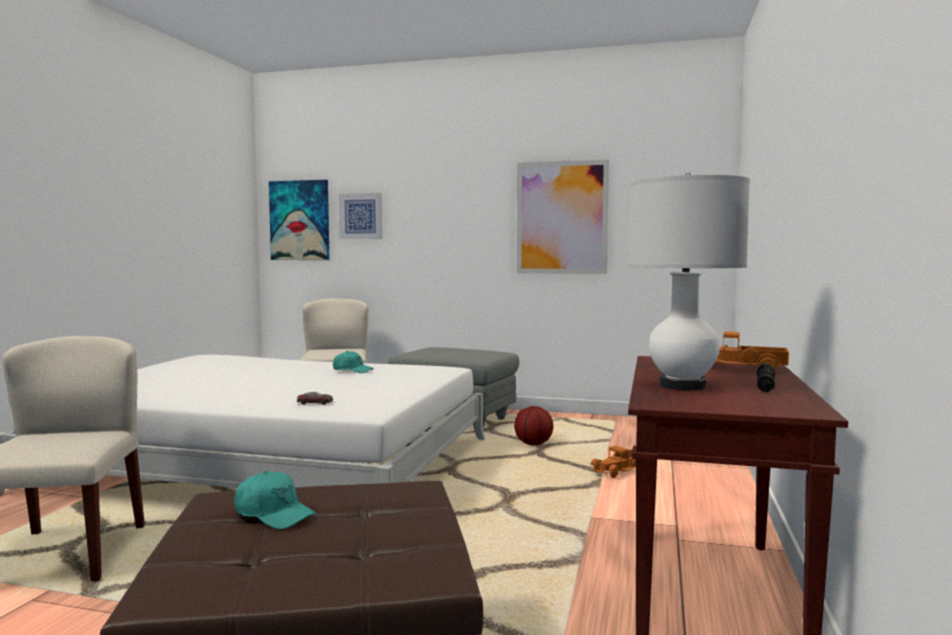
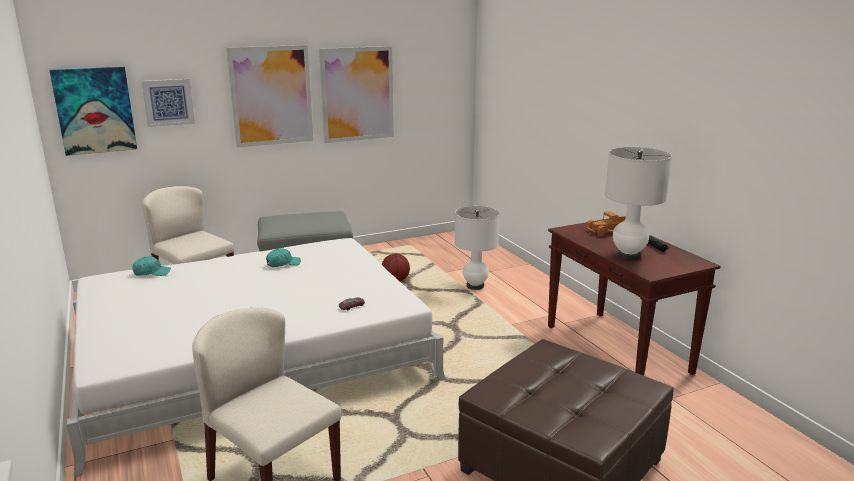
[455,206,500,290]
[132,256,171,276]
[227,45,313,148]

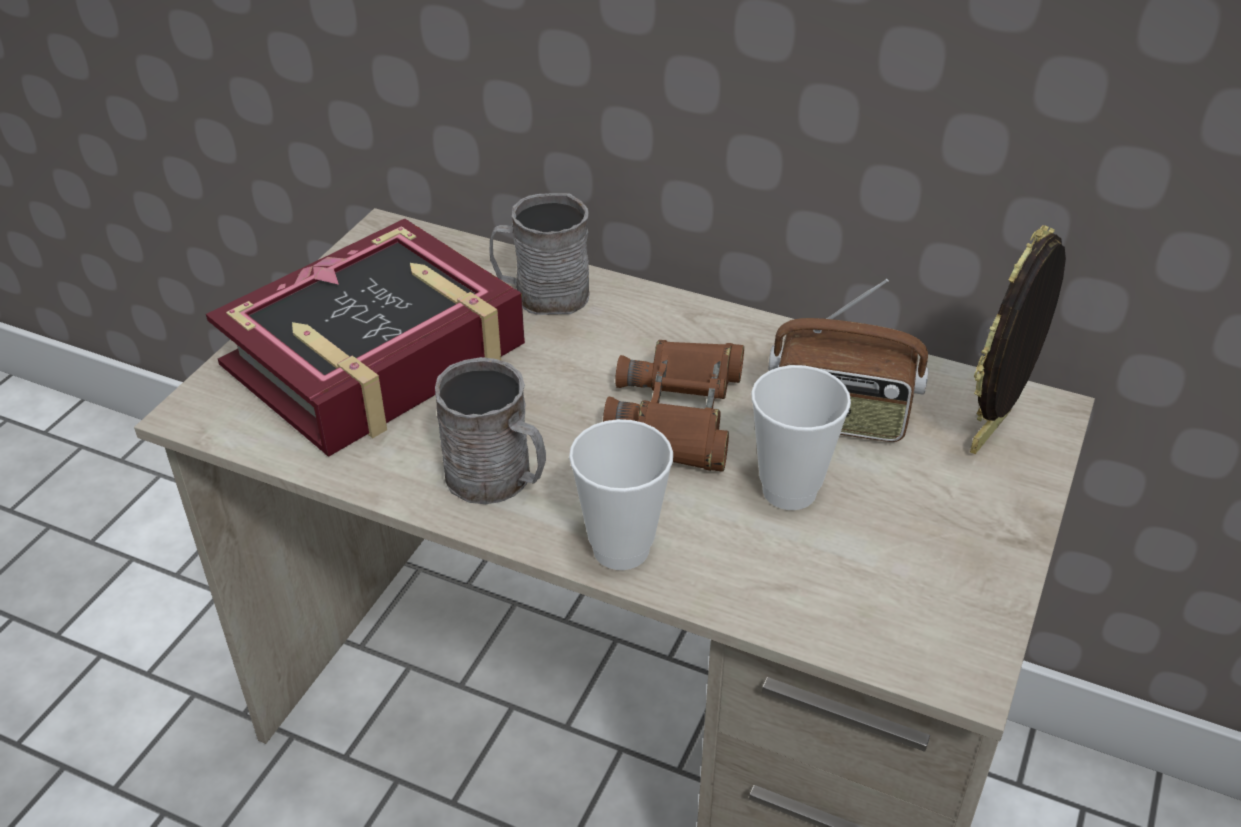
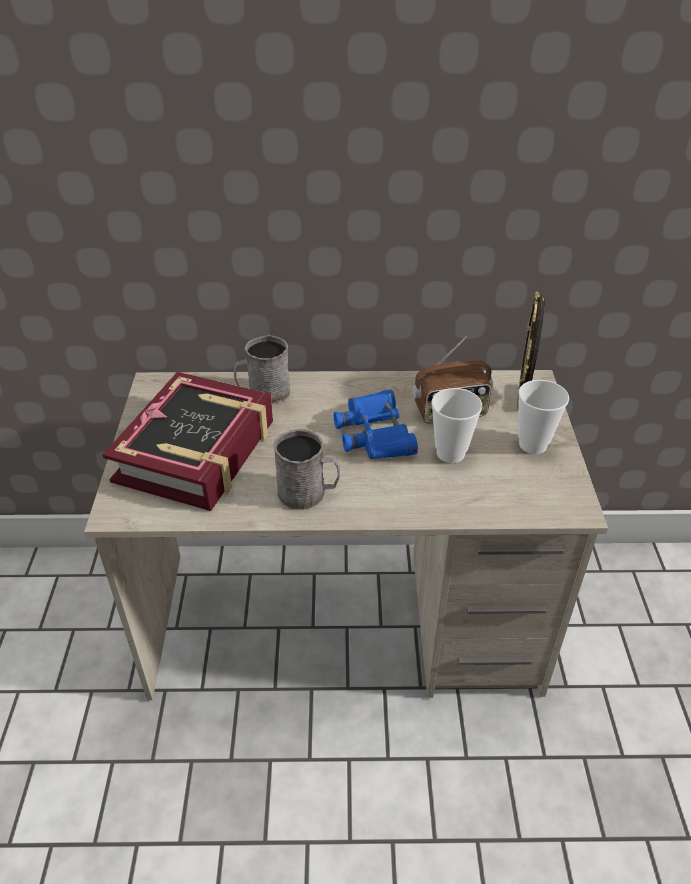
[334,390,418,459]
[518,380,569,454]

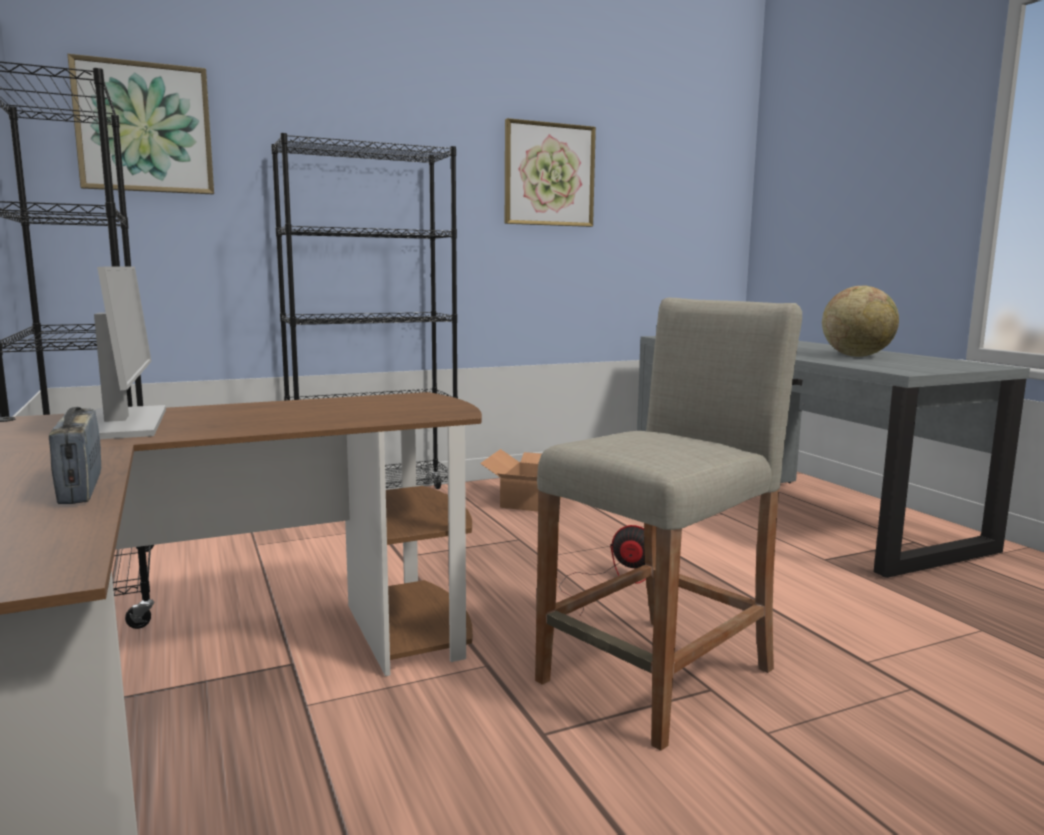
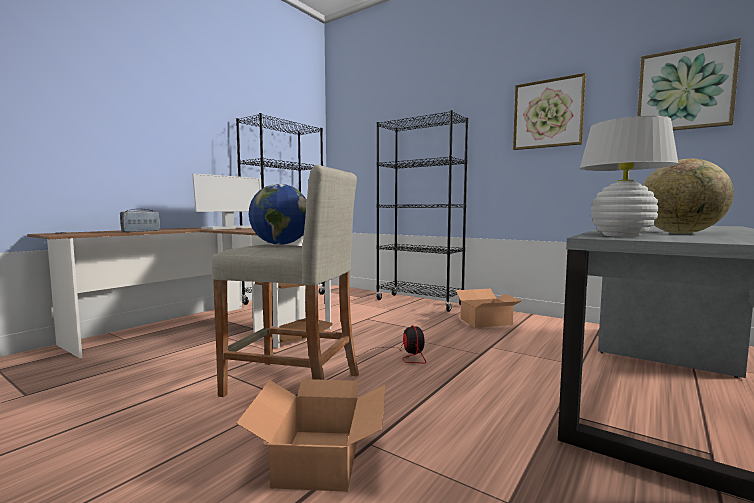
[637,38,741,131]
[579,116,679,237]
[249,184,307,245]
[236,379,386,492]

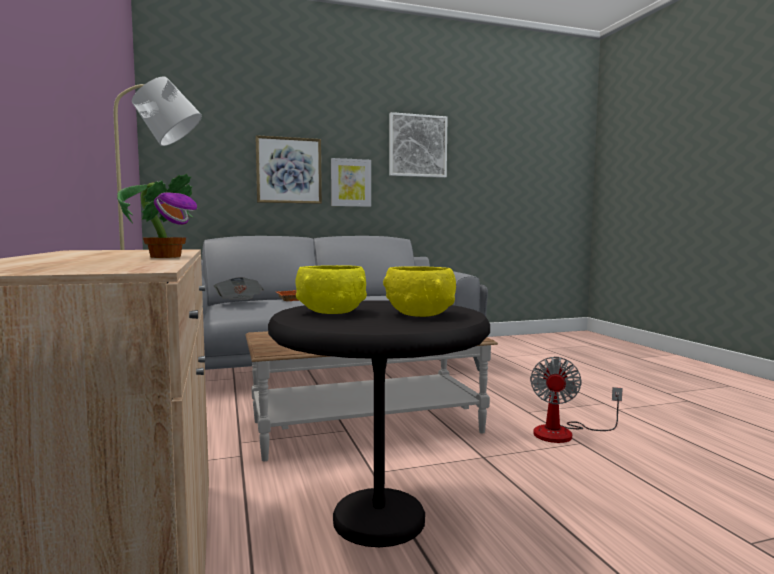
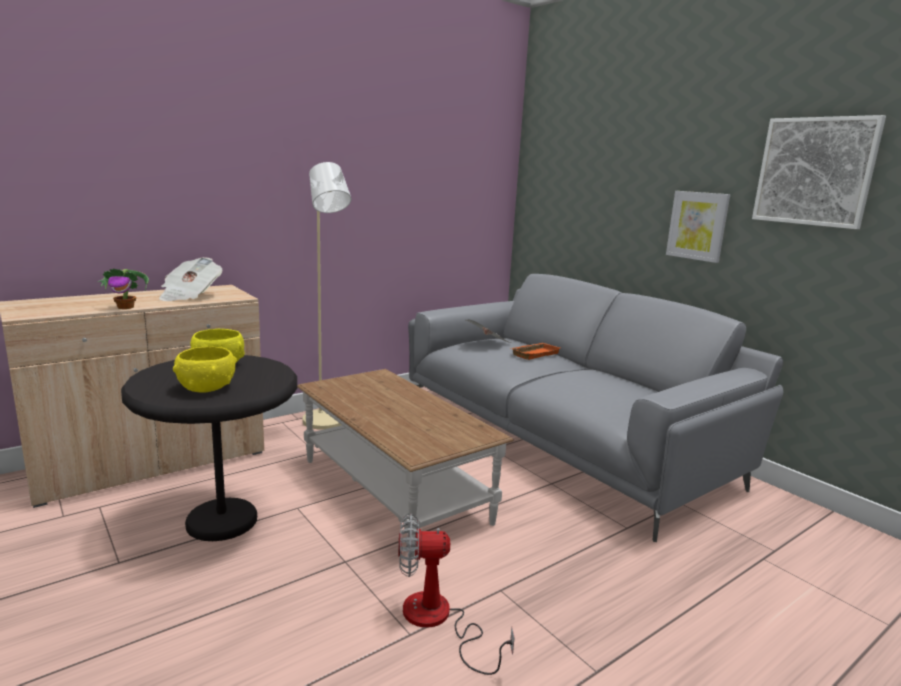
[255,135,322,204] (first image)
[159,257,222,301]

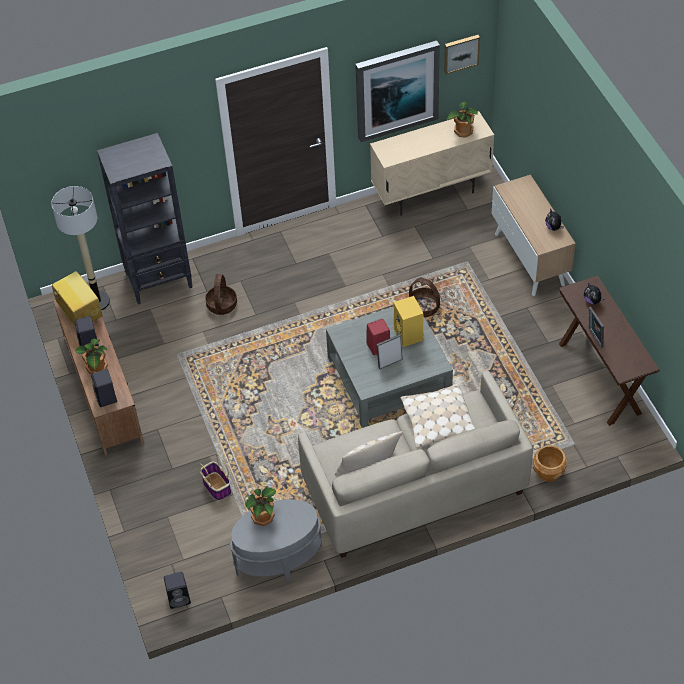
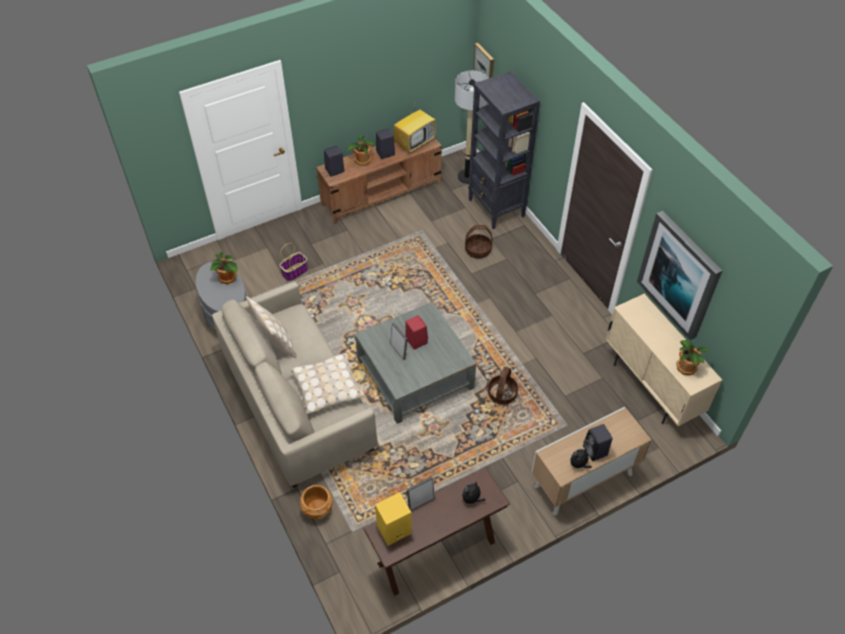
[473,43,494,78]
[375,492,412,546]
[583,424,613,461]

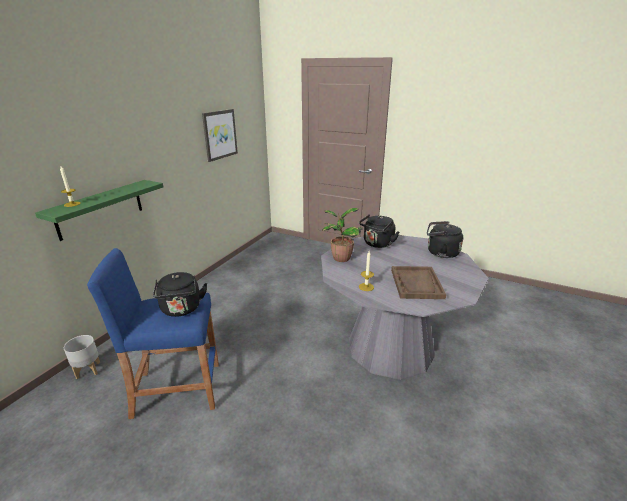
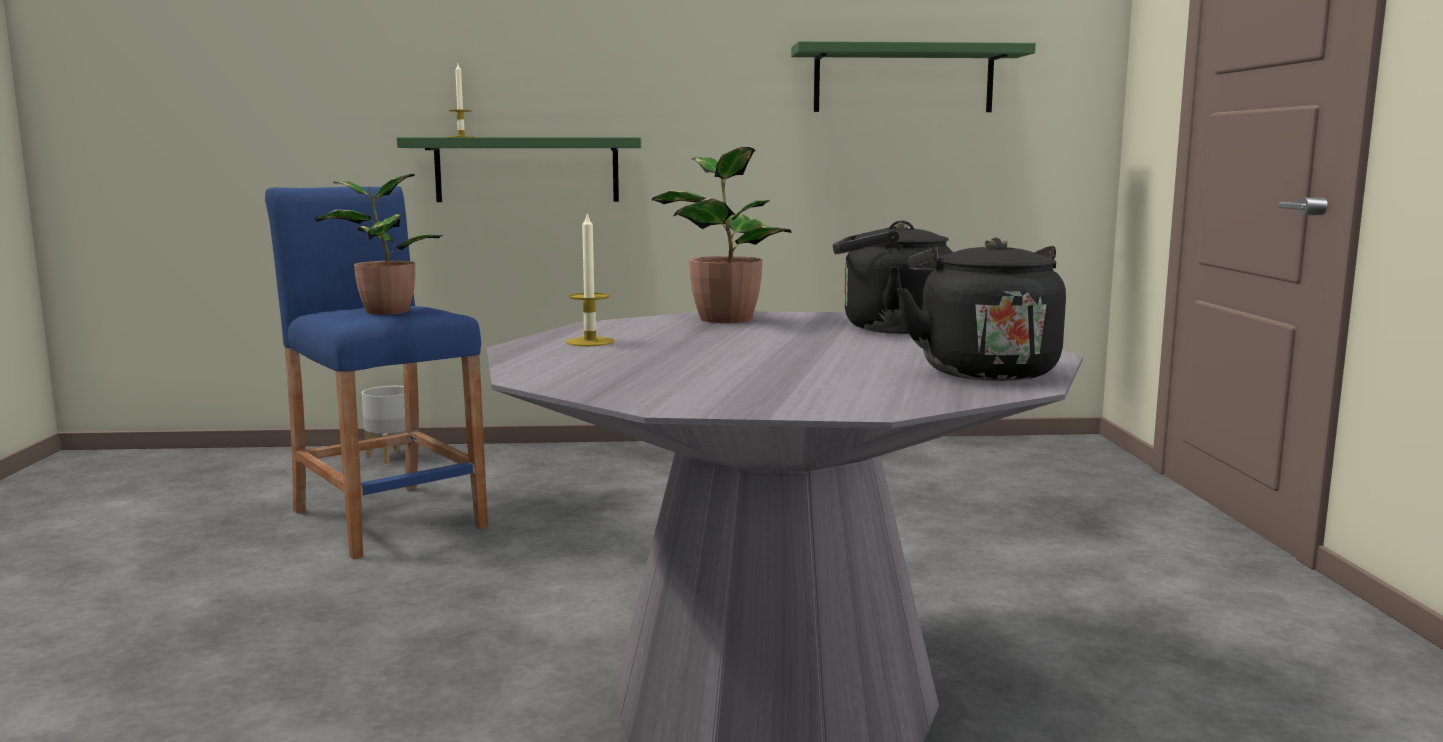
[791,41,1036,112]
[391,266,446,299] (first image)
[314,174,443,315]

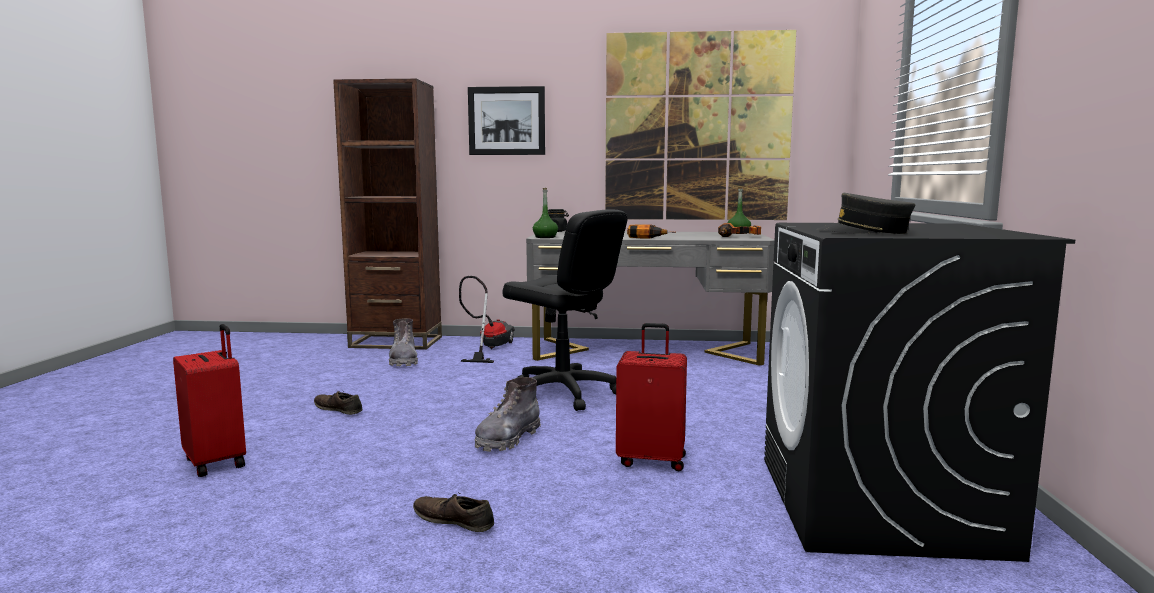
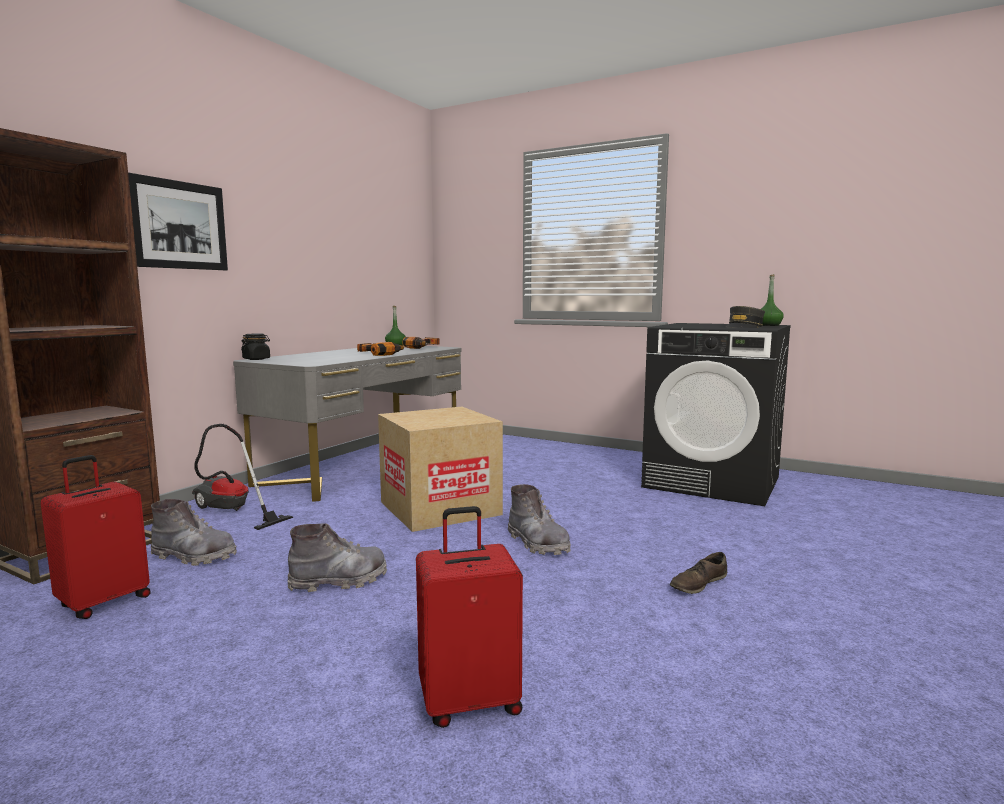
[605,30,796,220] (first image)
[761,274,784,326]
[378,407,503,532]
[41,455,151,619]
[314,390,363,415] (first image)
[287,524,387,592]

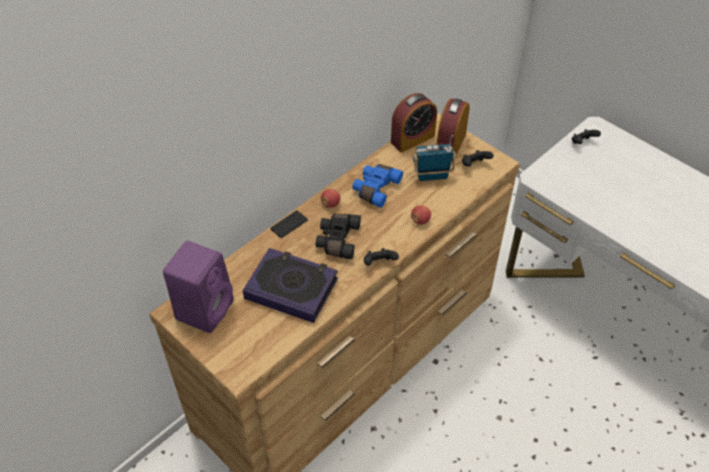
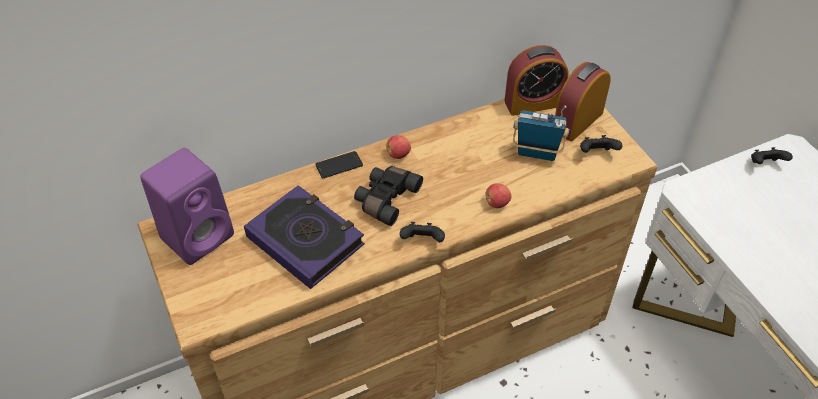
[352,164,403,208] (first image)

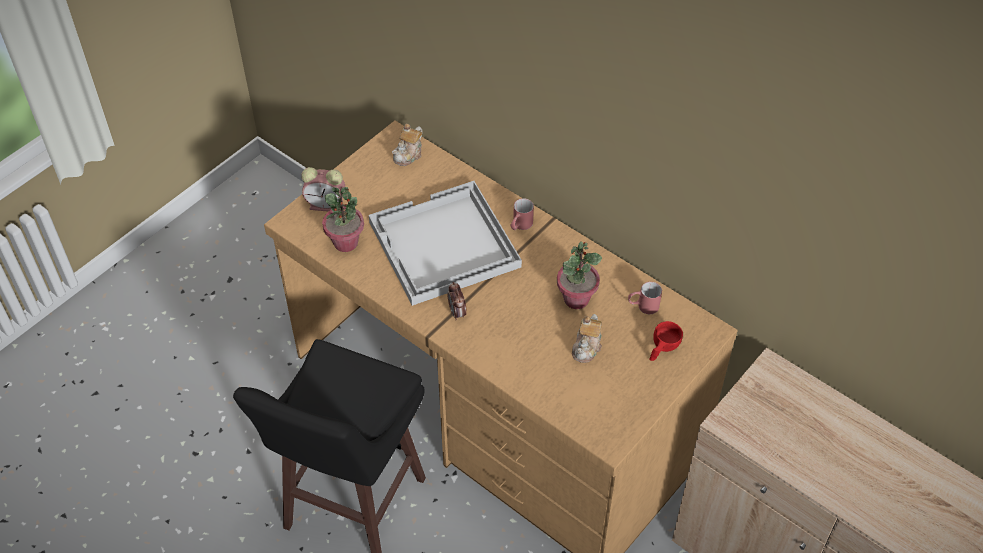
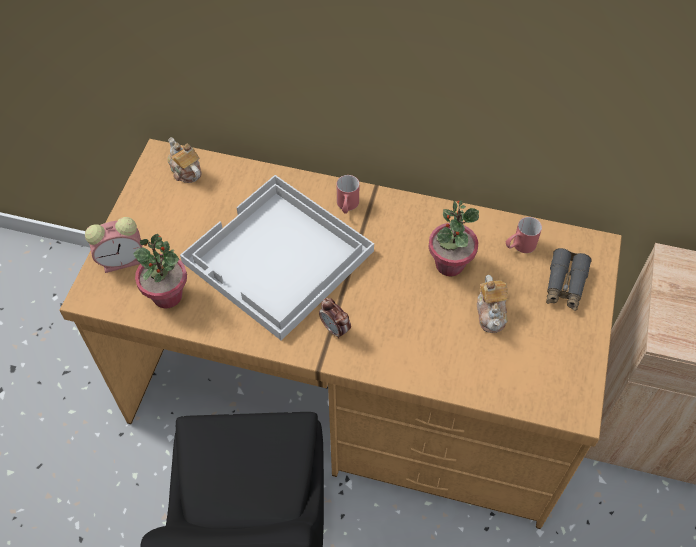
[168,138,202,183]
[546,248,592,311]

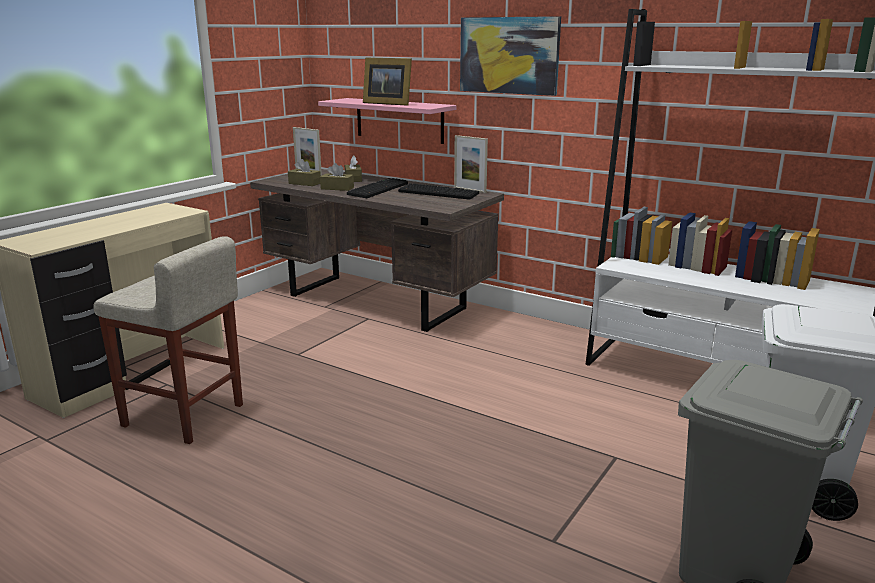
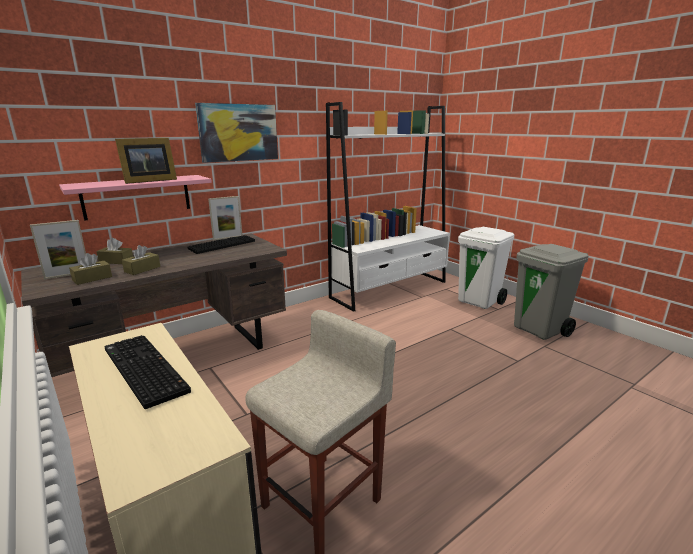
[105,335,191,409]

